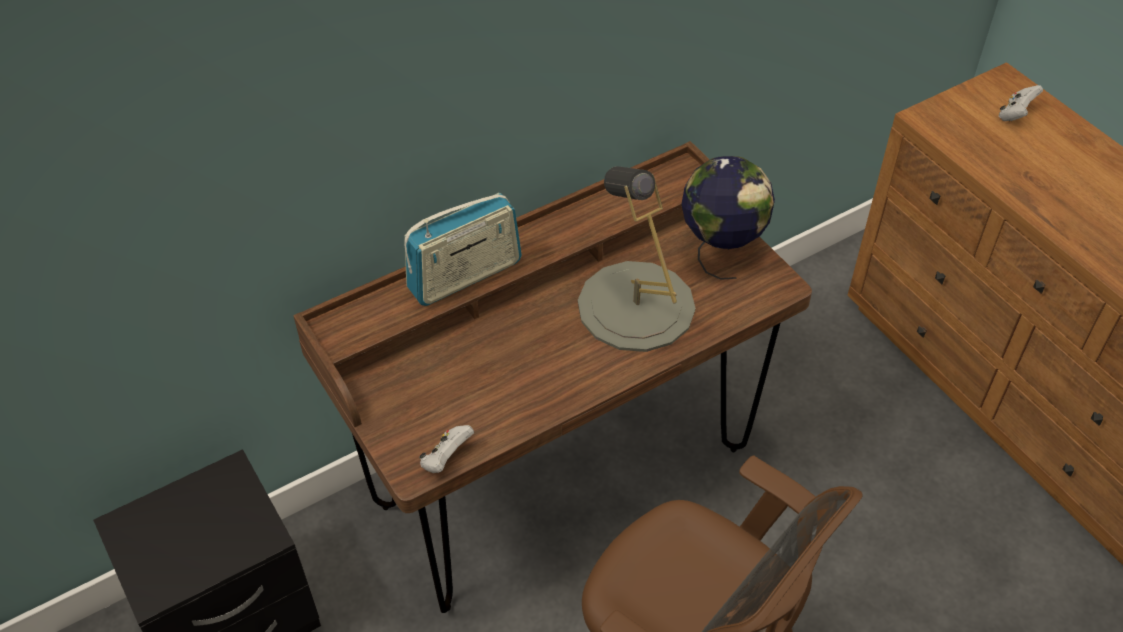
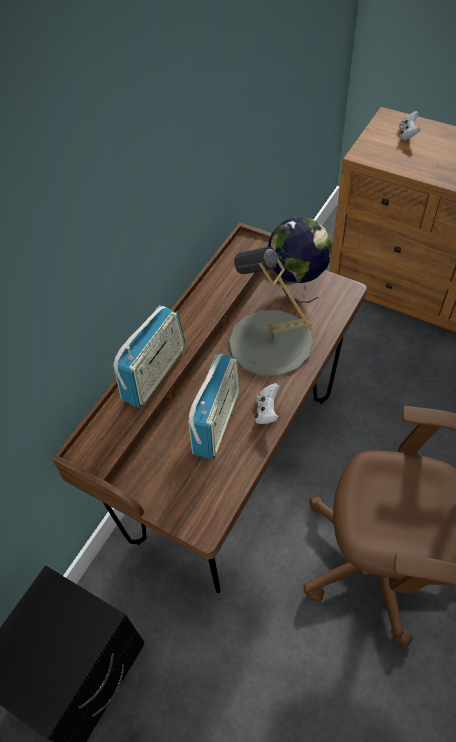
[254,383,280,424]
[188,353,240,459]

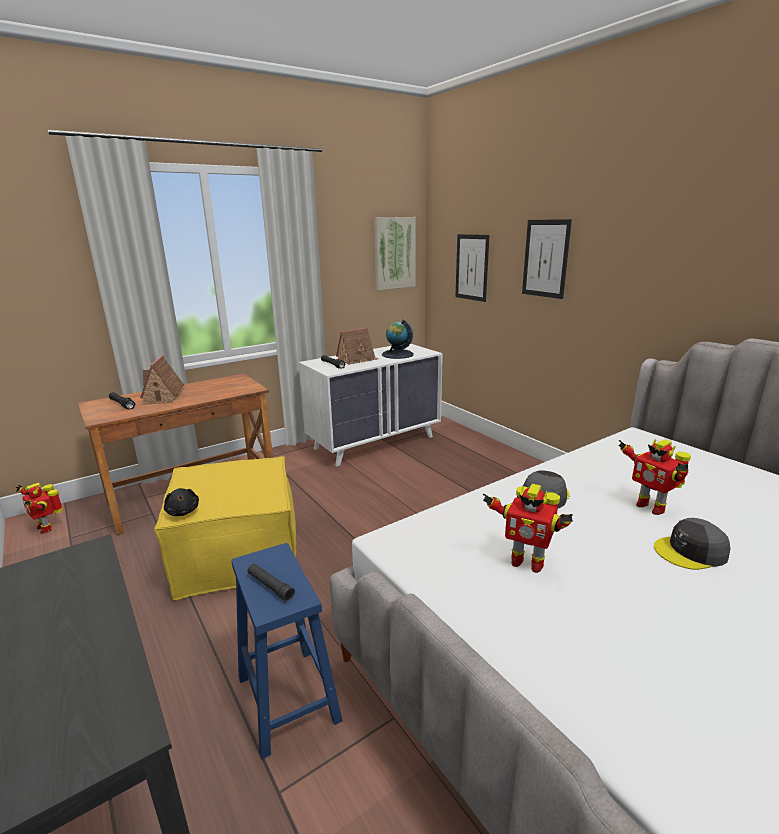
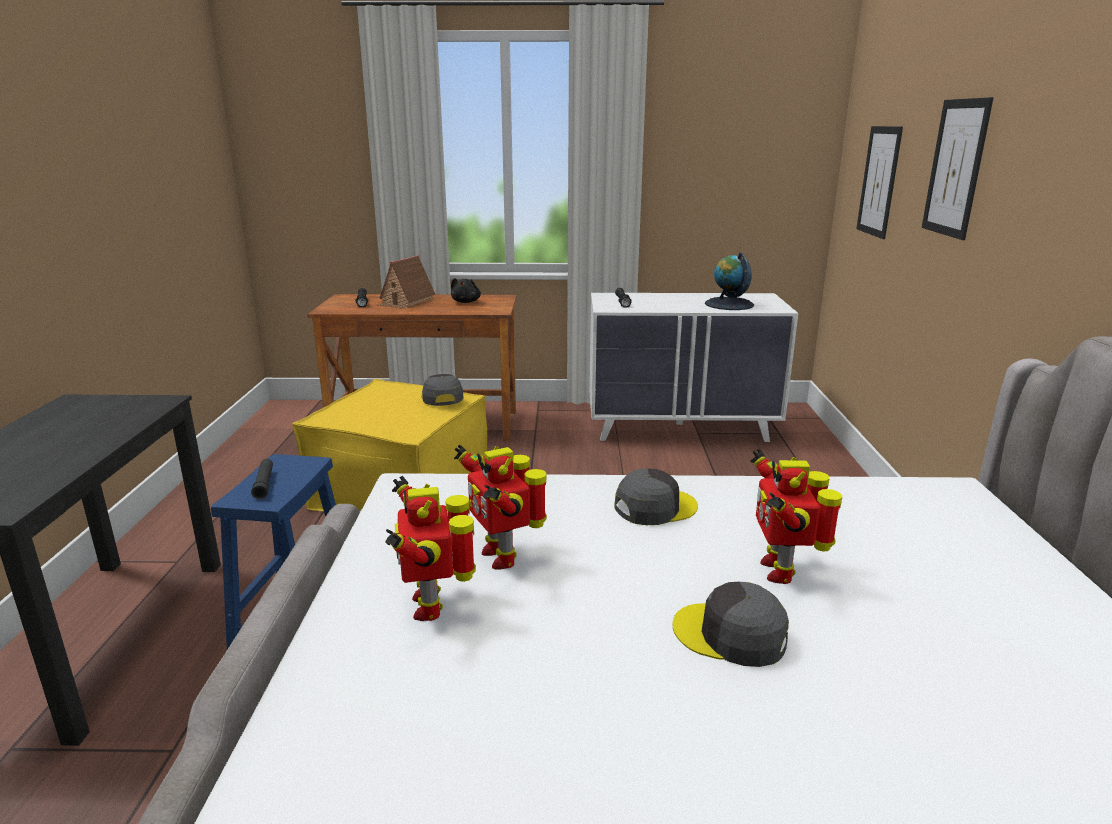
[374,217,416,290] (first image)
[336,328,378,365] (first image)
[385,476,476,621]
[451,278,481,303]
[421,374,463,406]

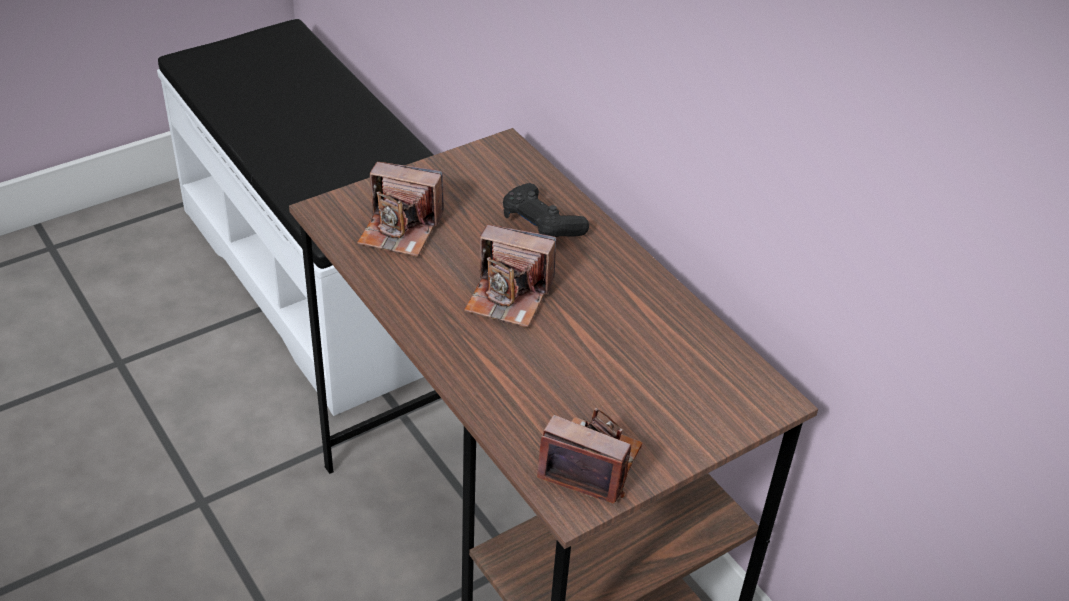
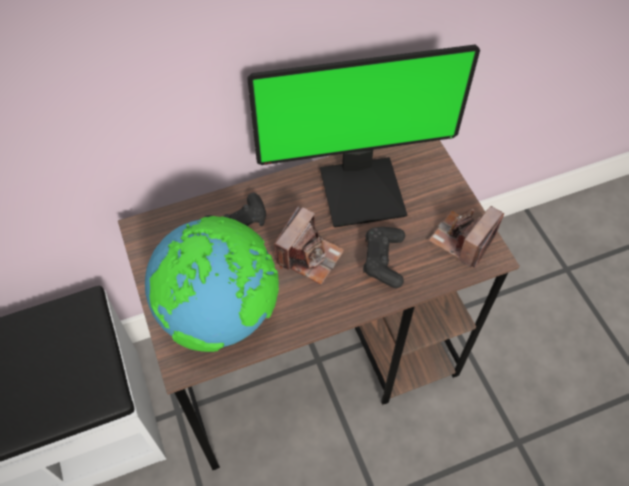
[145,216,279,352]
[247,45,480,228]
[363,227,405,288]

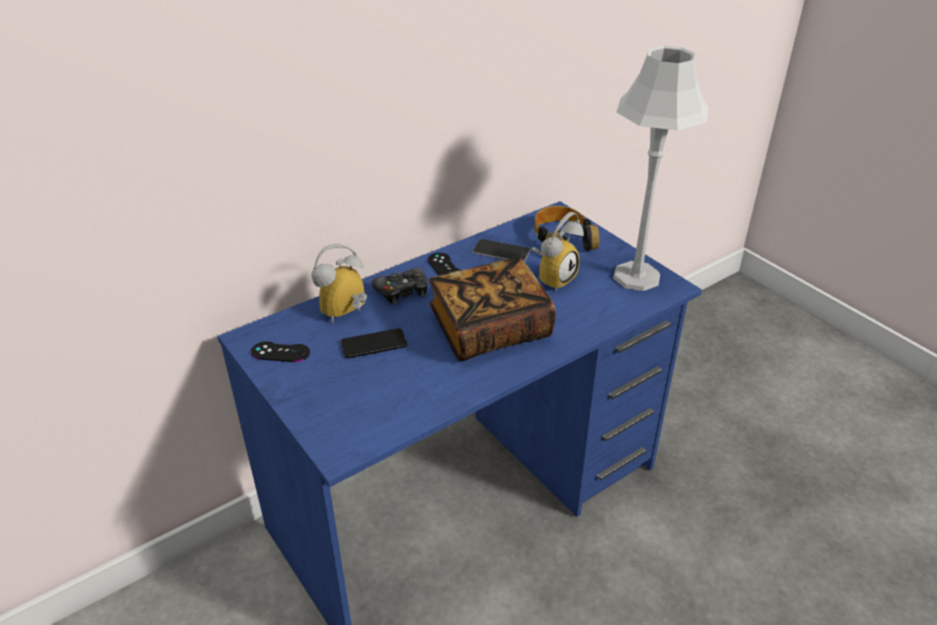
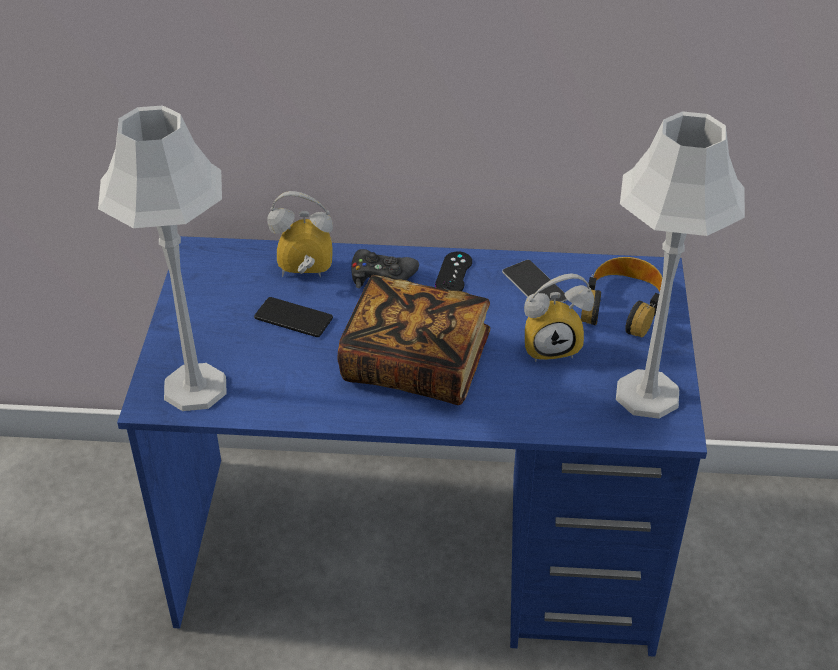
[251,341,310,362] (first image)
[98,105,227,411]

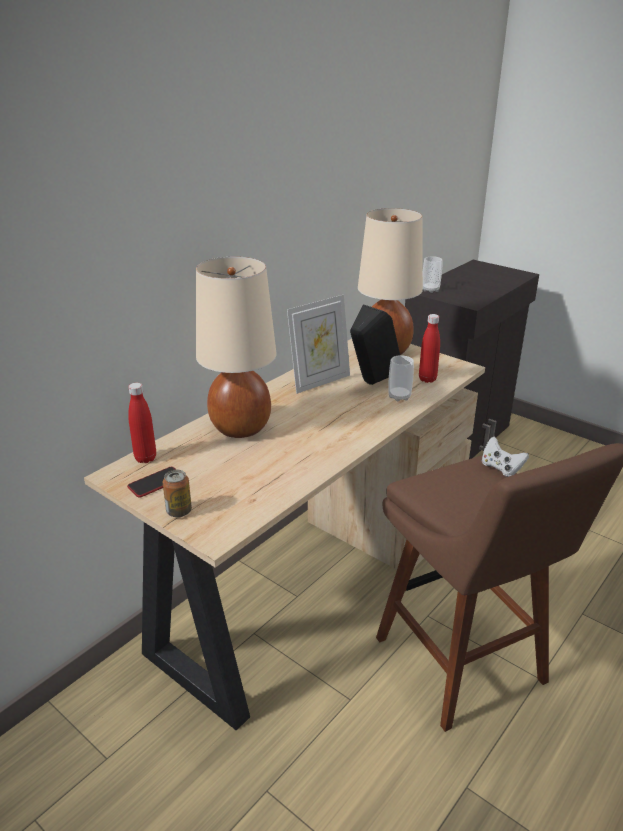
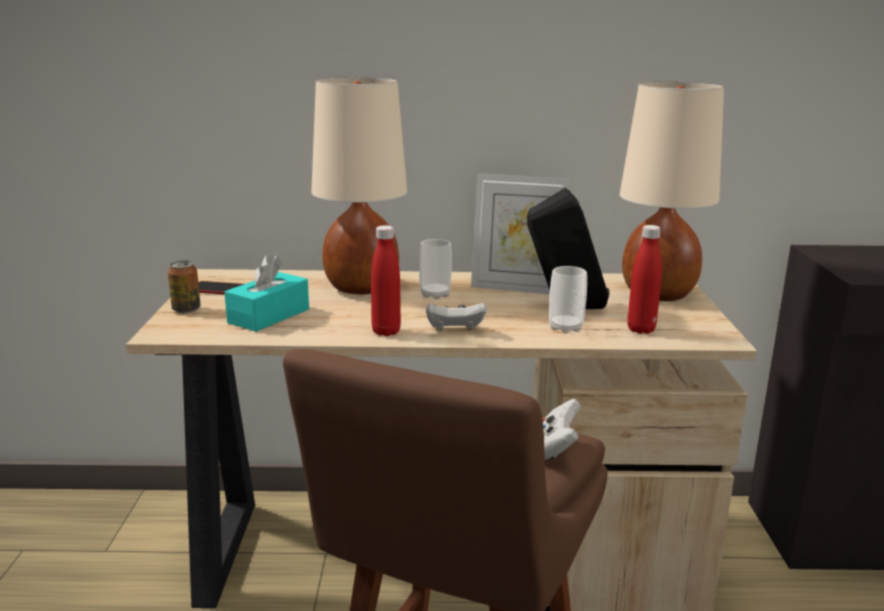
[419,239,452,300]
[371,225,401,336]
[224,254,309,332]
[426,303,487,330]

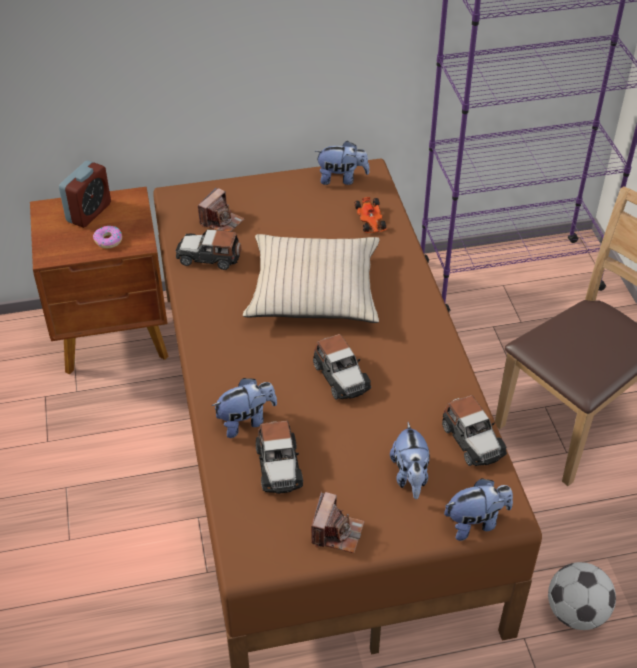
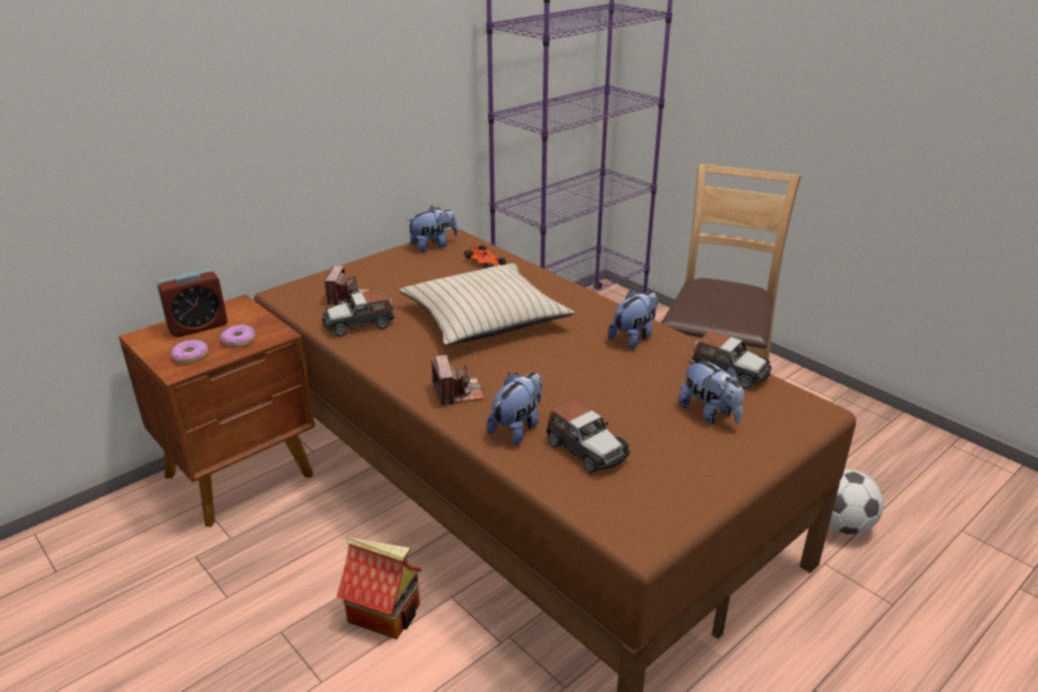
[157,269,228,337]
[313,334,371,400] (first image)
[607,290,658,349]
[431,355,484,406]
[171,339,208,363]
[336,537,422,639]

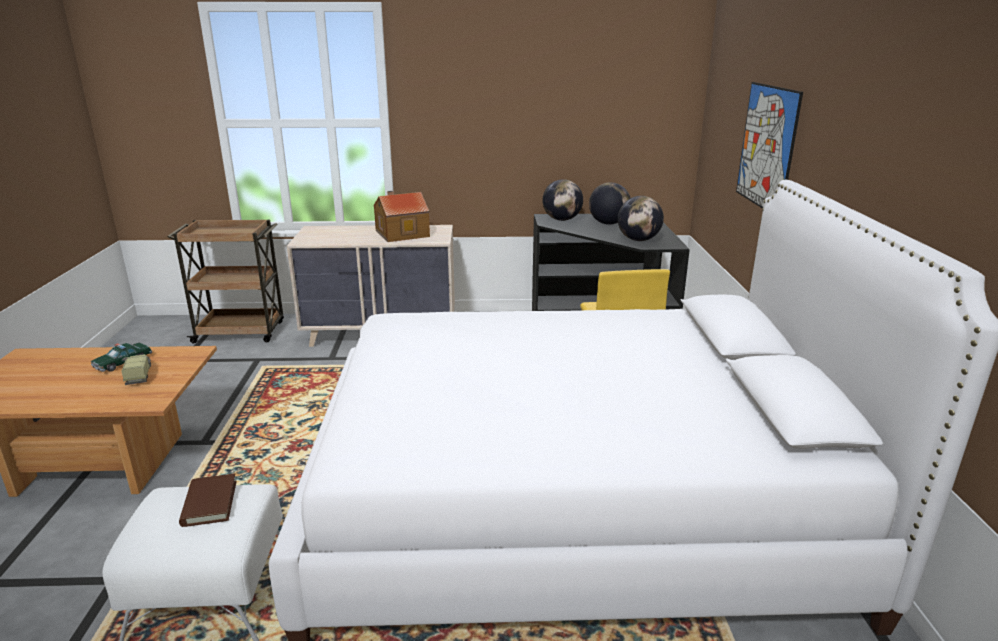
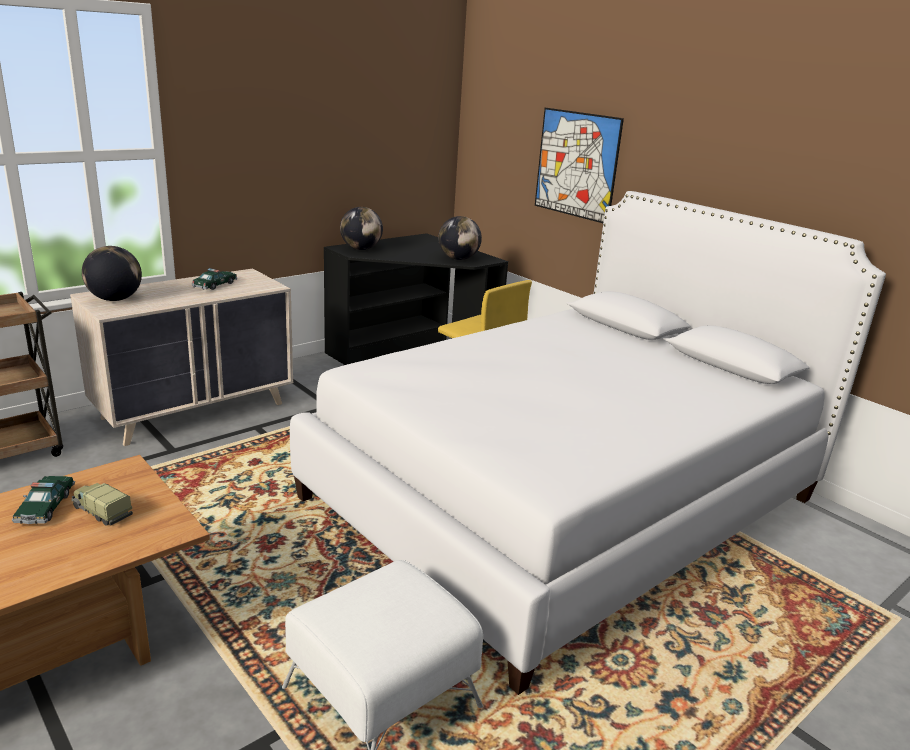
[82,246,142,301]
[192,268,238,290]
[179,473,237,527] (first image)

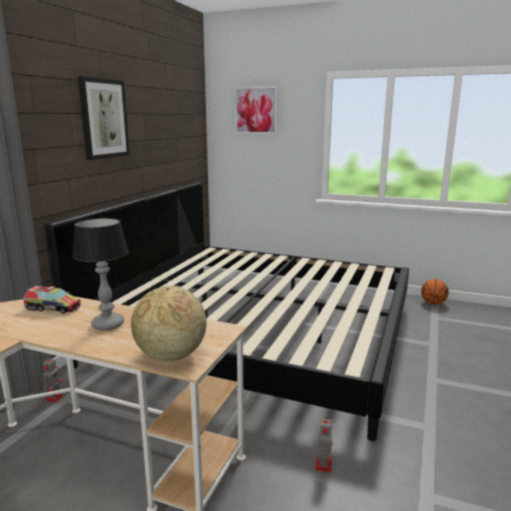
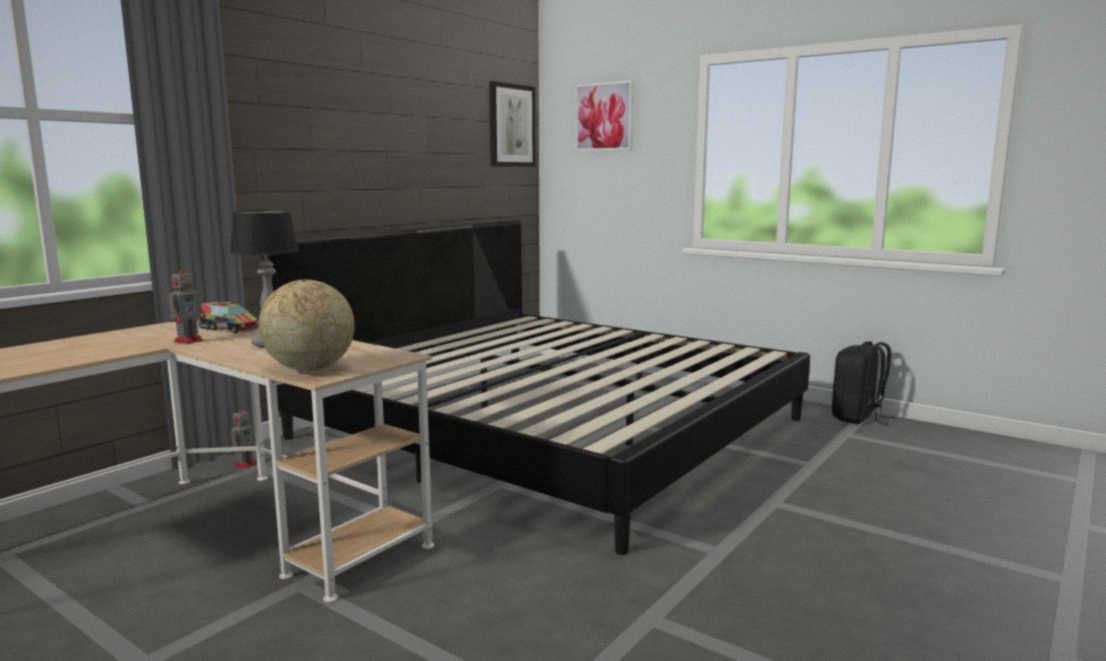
[489,81,536,167]
[832,341,895,425]
[168,264,206,344]

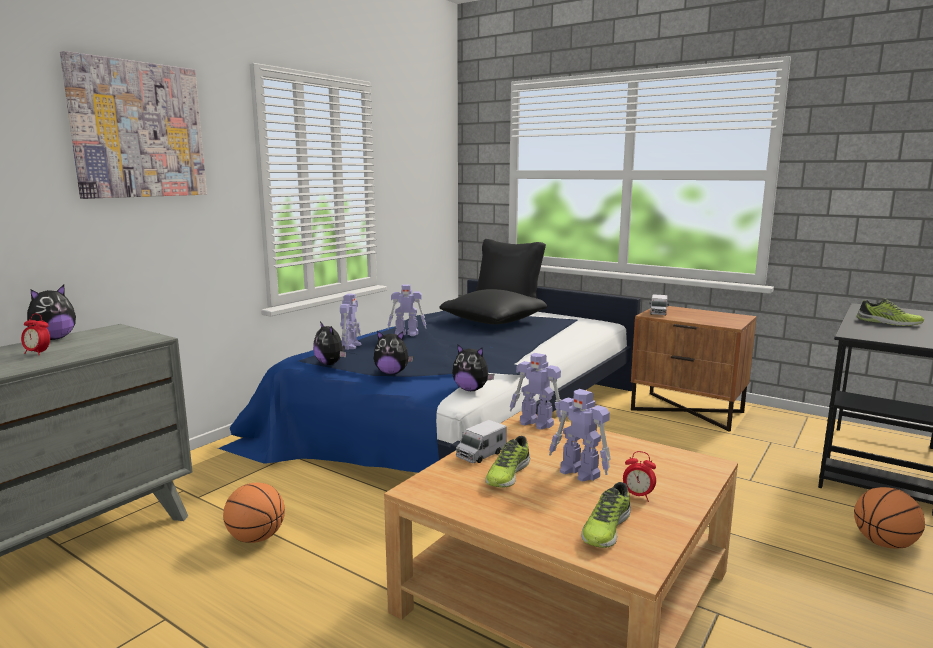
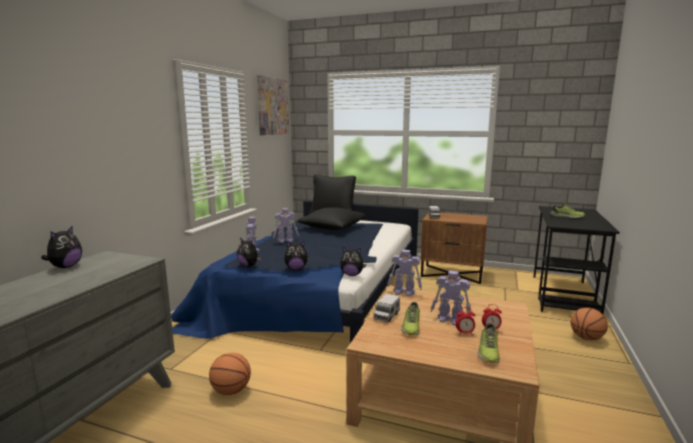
[257,75,289,135]
[455,307,475,336]

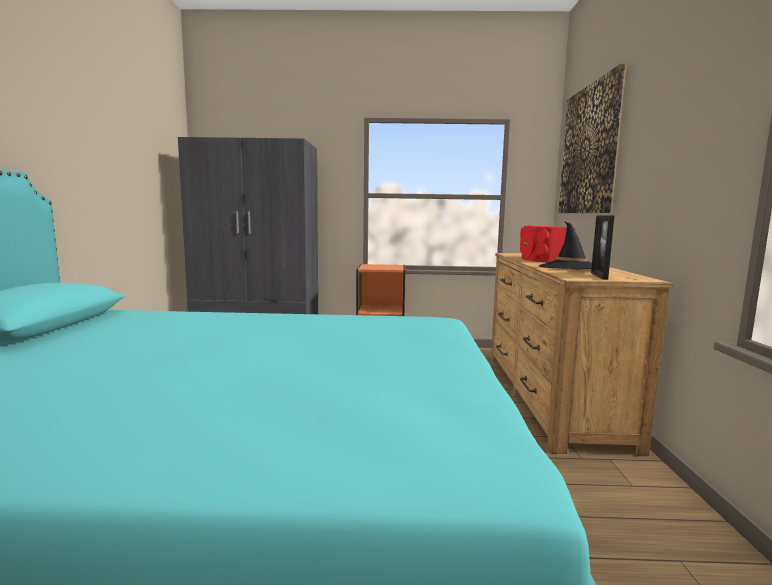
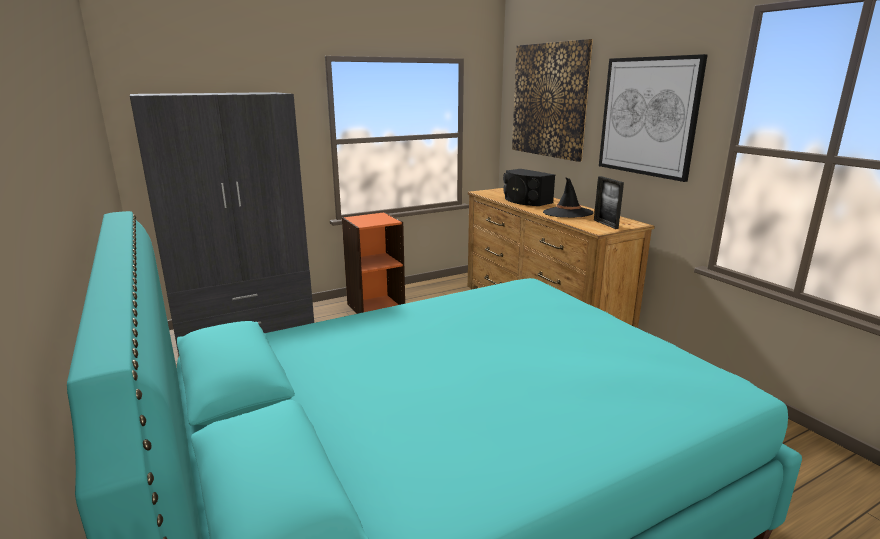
[503,169,555,206]
[599,54,708,182]

